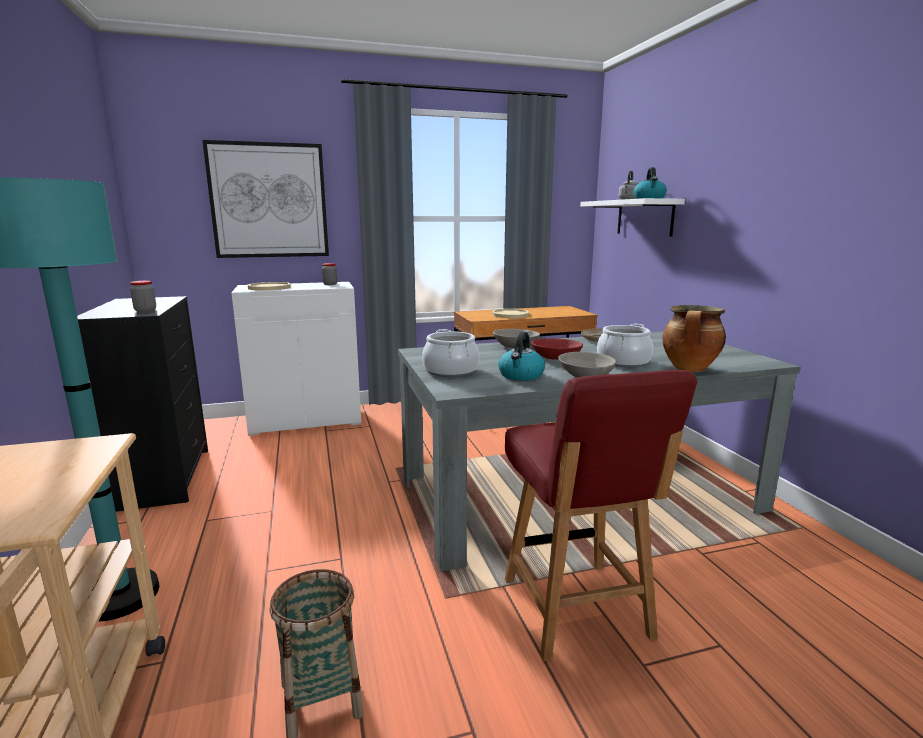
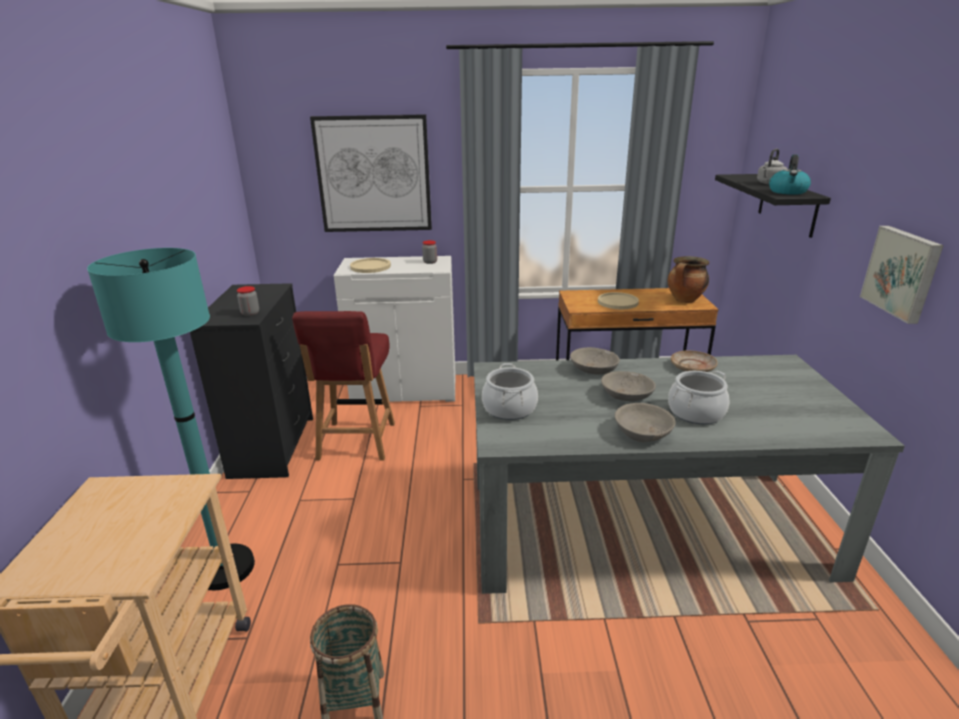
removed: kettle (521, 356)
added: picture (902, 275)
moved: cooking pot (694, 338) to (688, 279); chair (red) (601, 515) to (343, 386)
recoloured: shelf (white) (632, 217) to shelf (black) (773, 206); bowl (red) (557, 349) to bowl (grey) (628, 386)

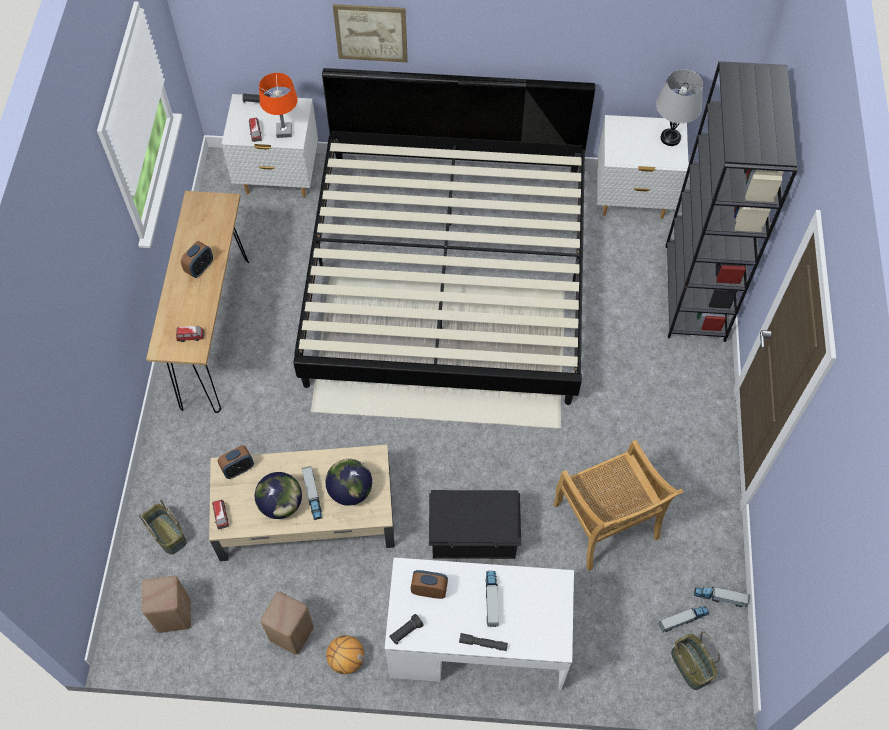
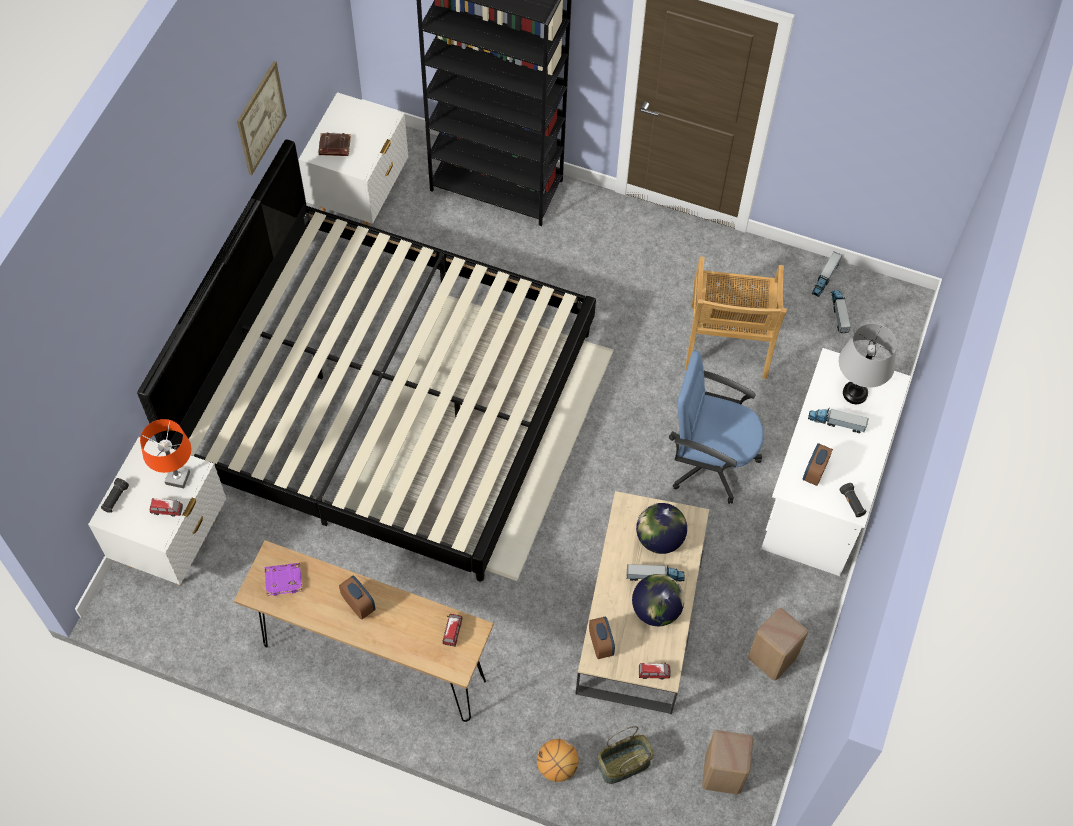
removed: basket (695, 660); flashlight (grey) (483, 642)
added: book (brown) (334, 144); book (purple) (284, 579)
moved: picture (370, 33) to (262, 118); table lamp (grey) (679, 107) to (868, 363); basketball (345, 654) to (558, 760)
replaced: storage box (black) (475, 524) to office chair (blue) (716, 427)
turned: chair (beige) (618, 505) = (736, 318) 105 degrees clockwise

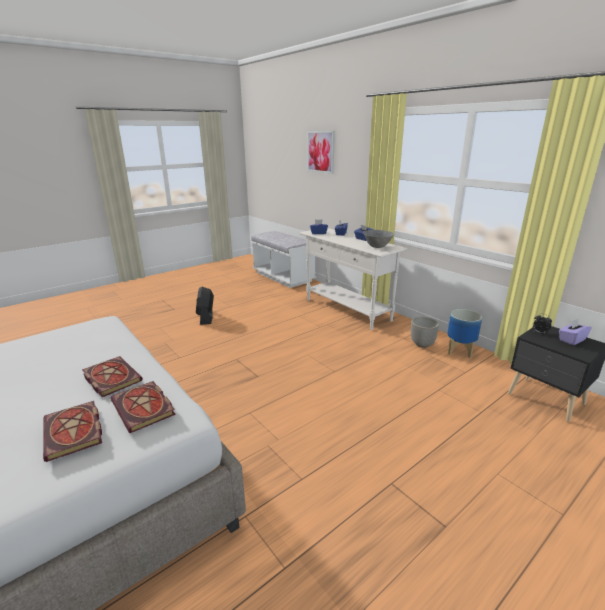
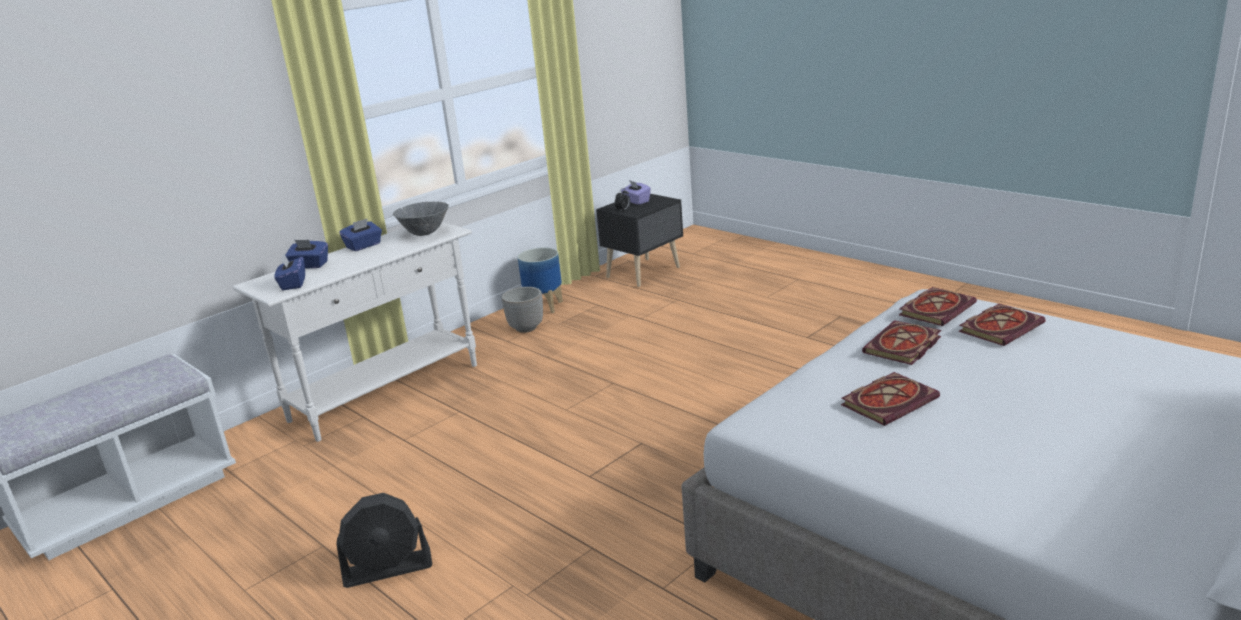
removed: picture (321, 152)
added: book (890, 399)

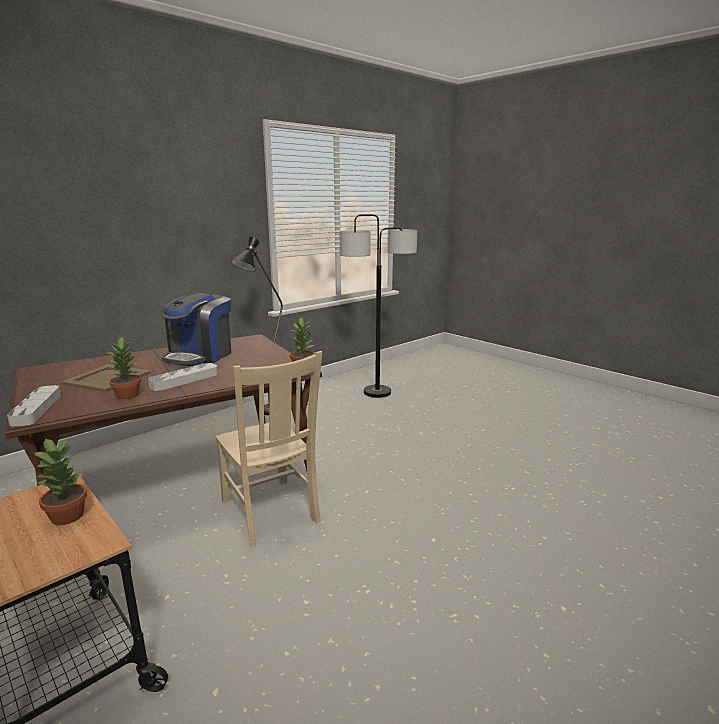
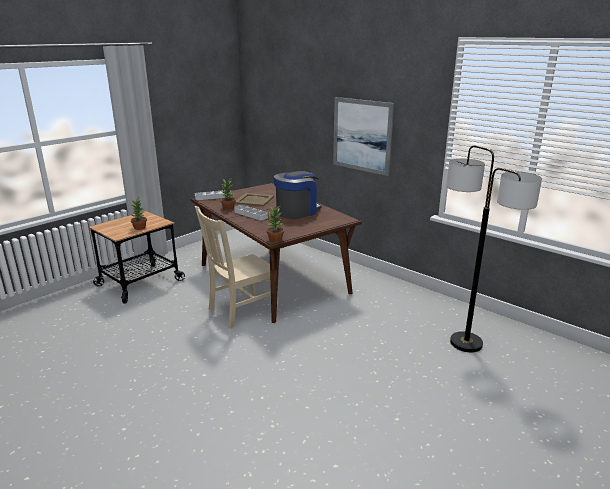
removed: floor lamp (black) (257, 326)
added: picture (363, 136)
turned: coffee machine (195, 329) = (297, 195) 120 degrees clockwise

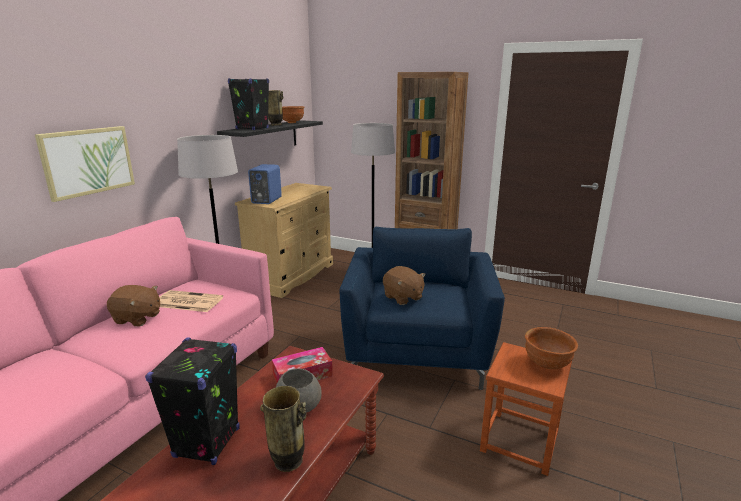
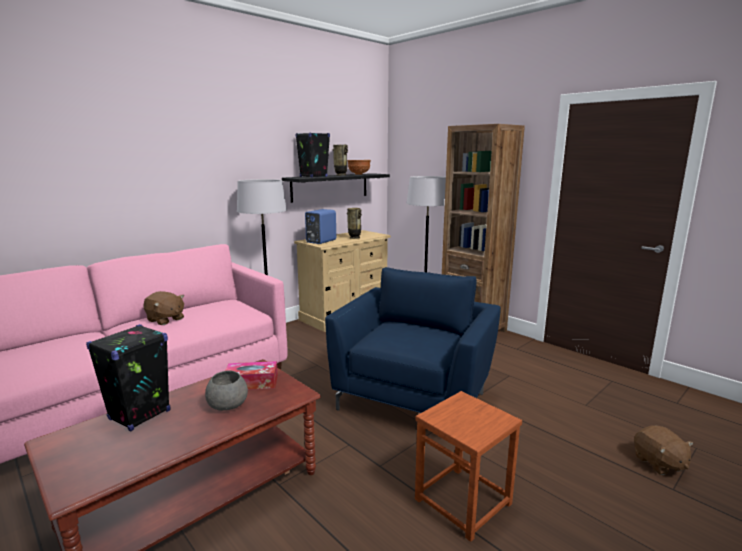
removed: picture (85, 164); newspaper (191, 301); bowl (brown) (551, 348)
moved: plush toy (brown) (404, 285) to (663, 450); vase (283, 429) to (354, 223)

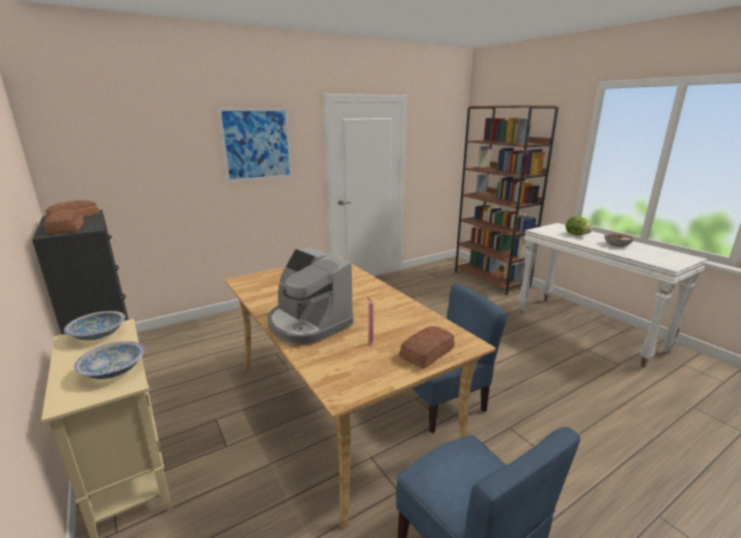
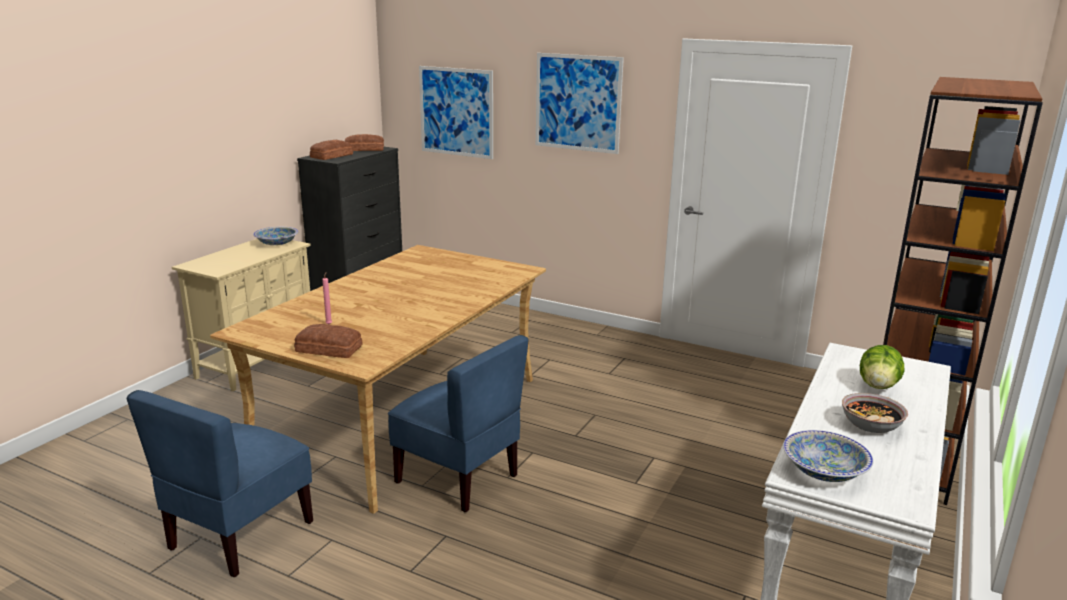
removed: coffee machine (310, 296)
added: picture (456, 112)
moved: bowl (109, 360) to (828, 456)

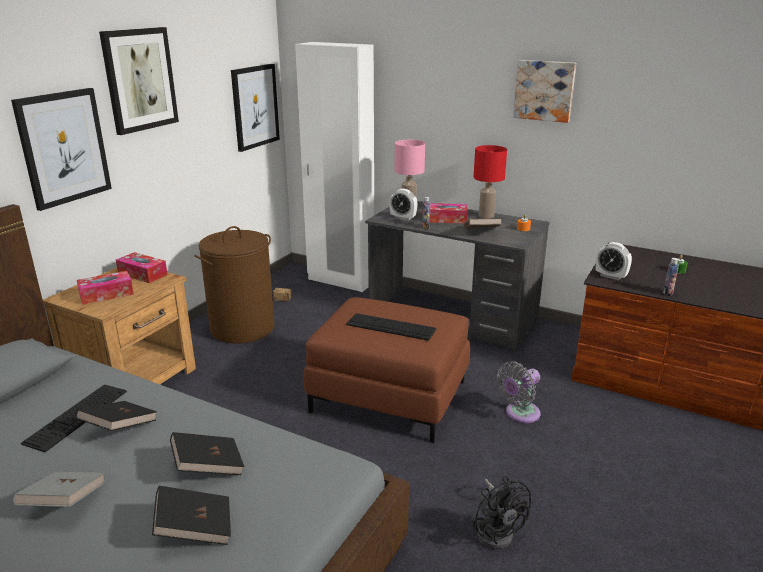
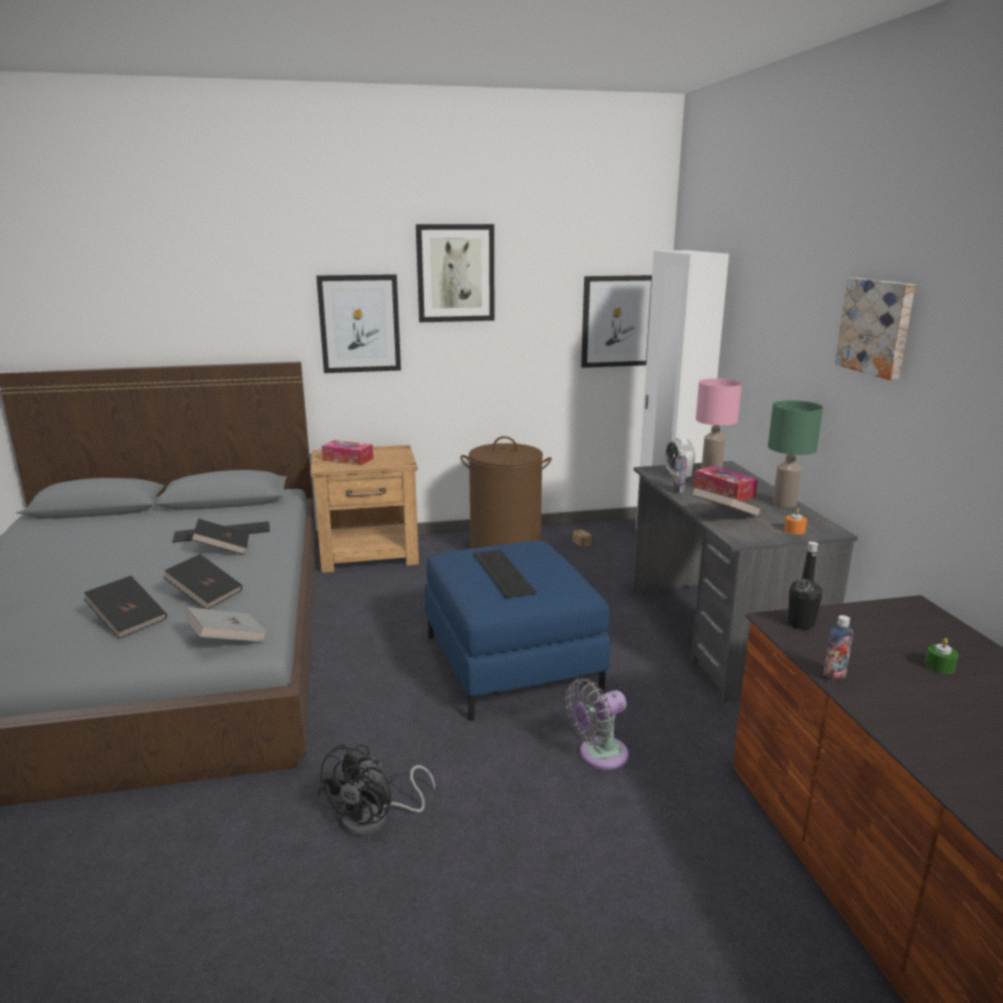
removed: tissue box (142, 267)
moved: book (grey) (59, 489) to (225, 624)
replaced: alarm clock (614, 261) to bottle (black) (805, 585)
recoloured: table lamp (red) (490, 181) to table lamp (green) (795, 454); ottoman (brown) (386, 370) to ottoman (blue) (517, 630)
turned: fan (grey) (519, 392) = (597, 724) 45 degrees counterclockwise

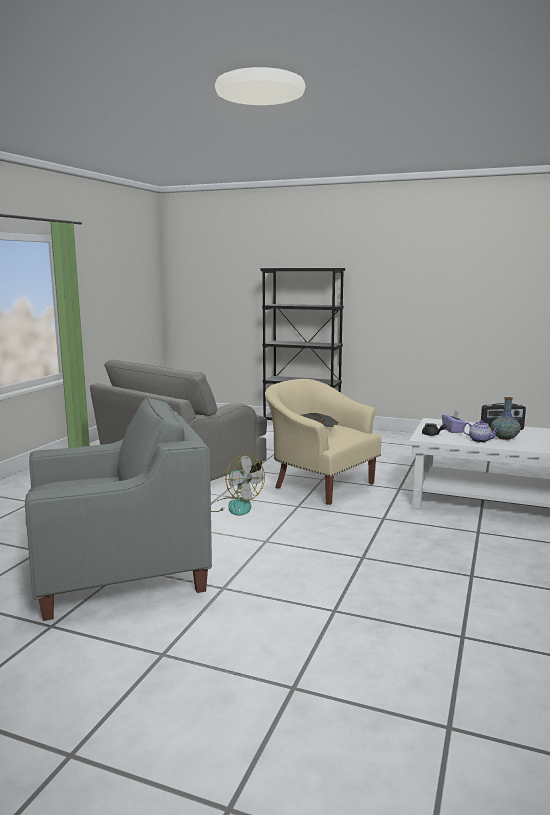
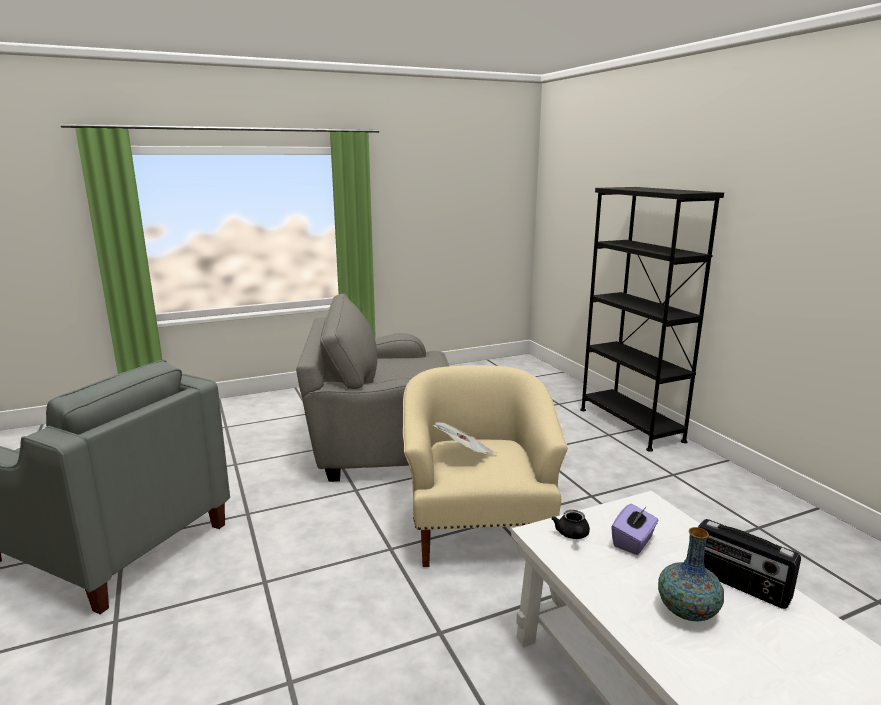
removed: teapot (481, 431); fan (238, 485)

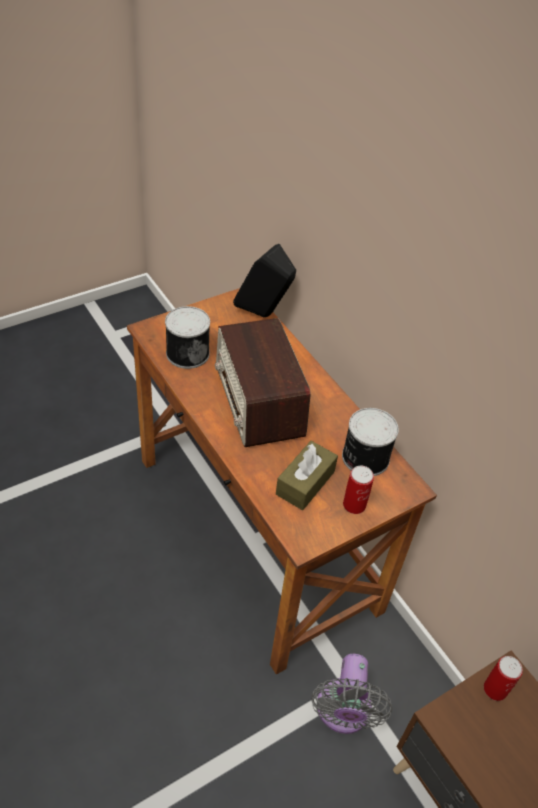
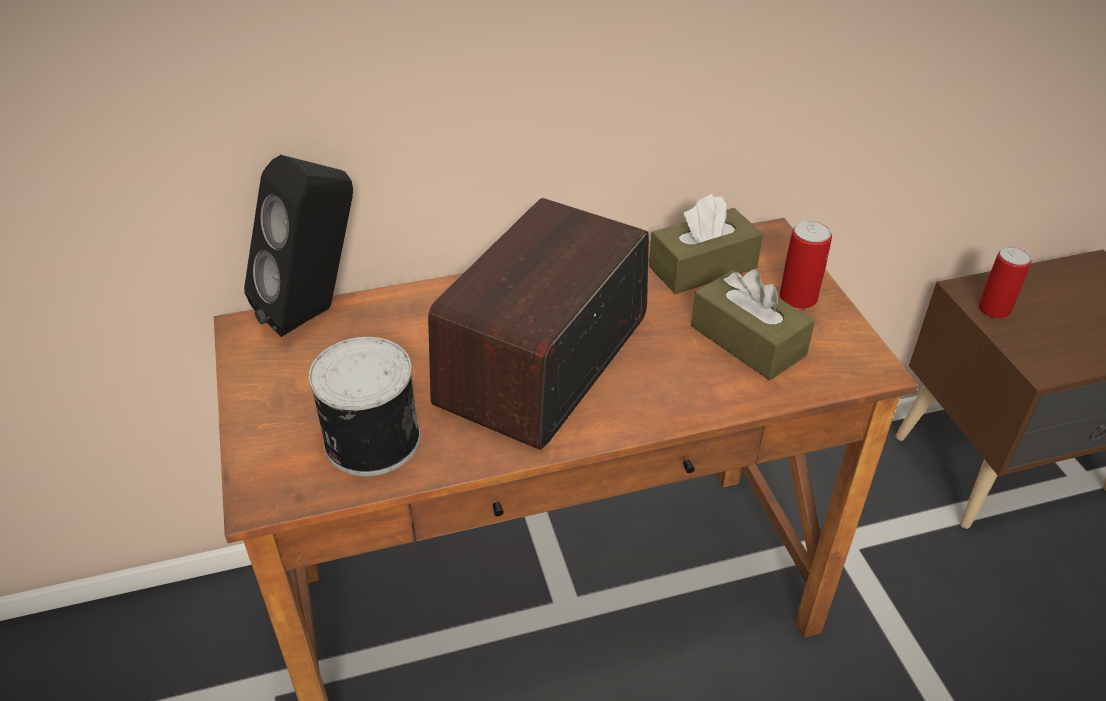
removed: fan (grey) (351, 694)
replaced: can (370, 442) to tissue box (brown) (706, 244)
turned: radio (263, 382) = (538, 324) 120 degrees clockwise

